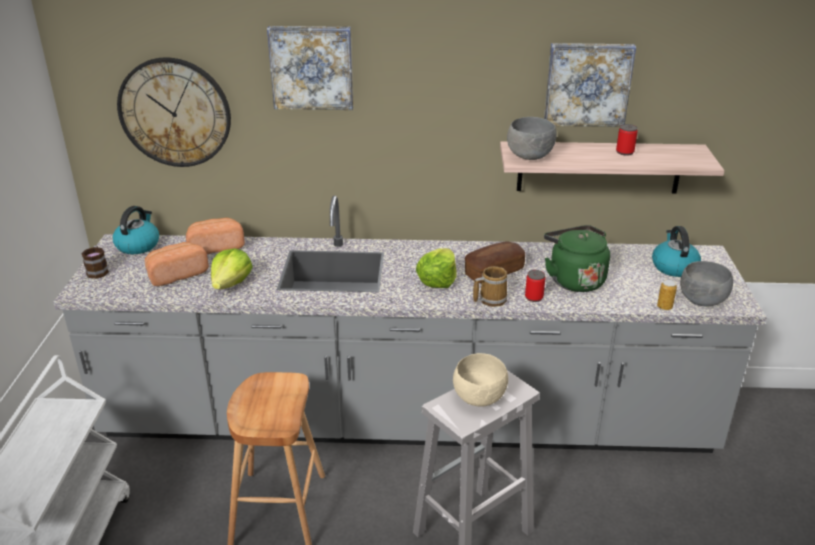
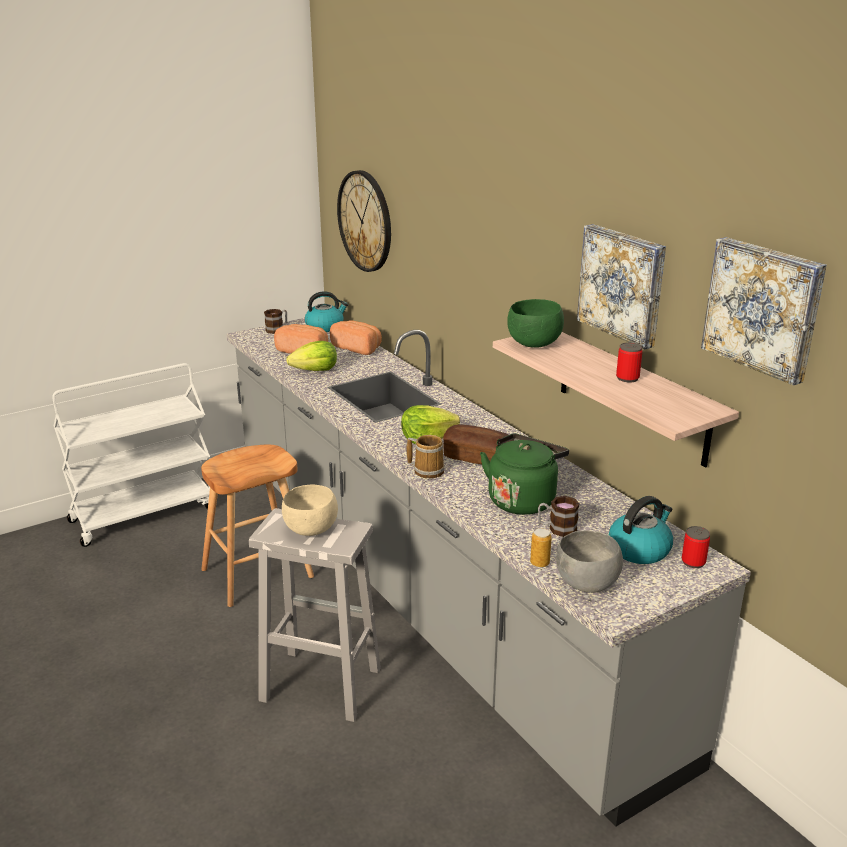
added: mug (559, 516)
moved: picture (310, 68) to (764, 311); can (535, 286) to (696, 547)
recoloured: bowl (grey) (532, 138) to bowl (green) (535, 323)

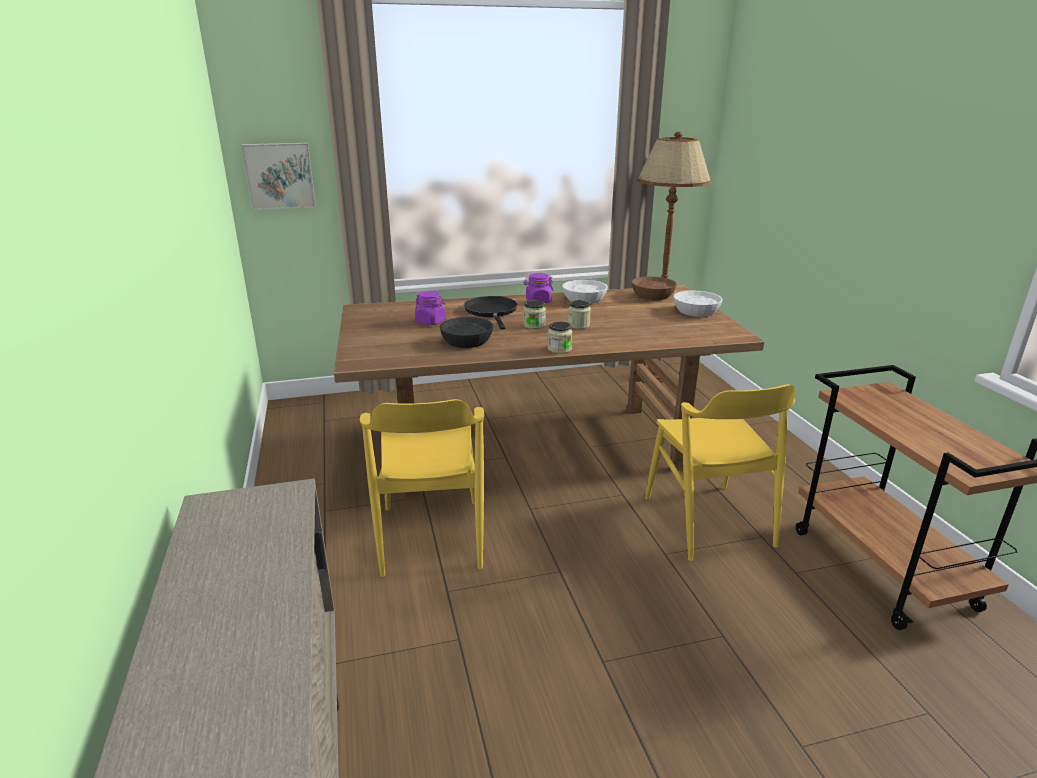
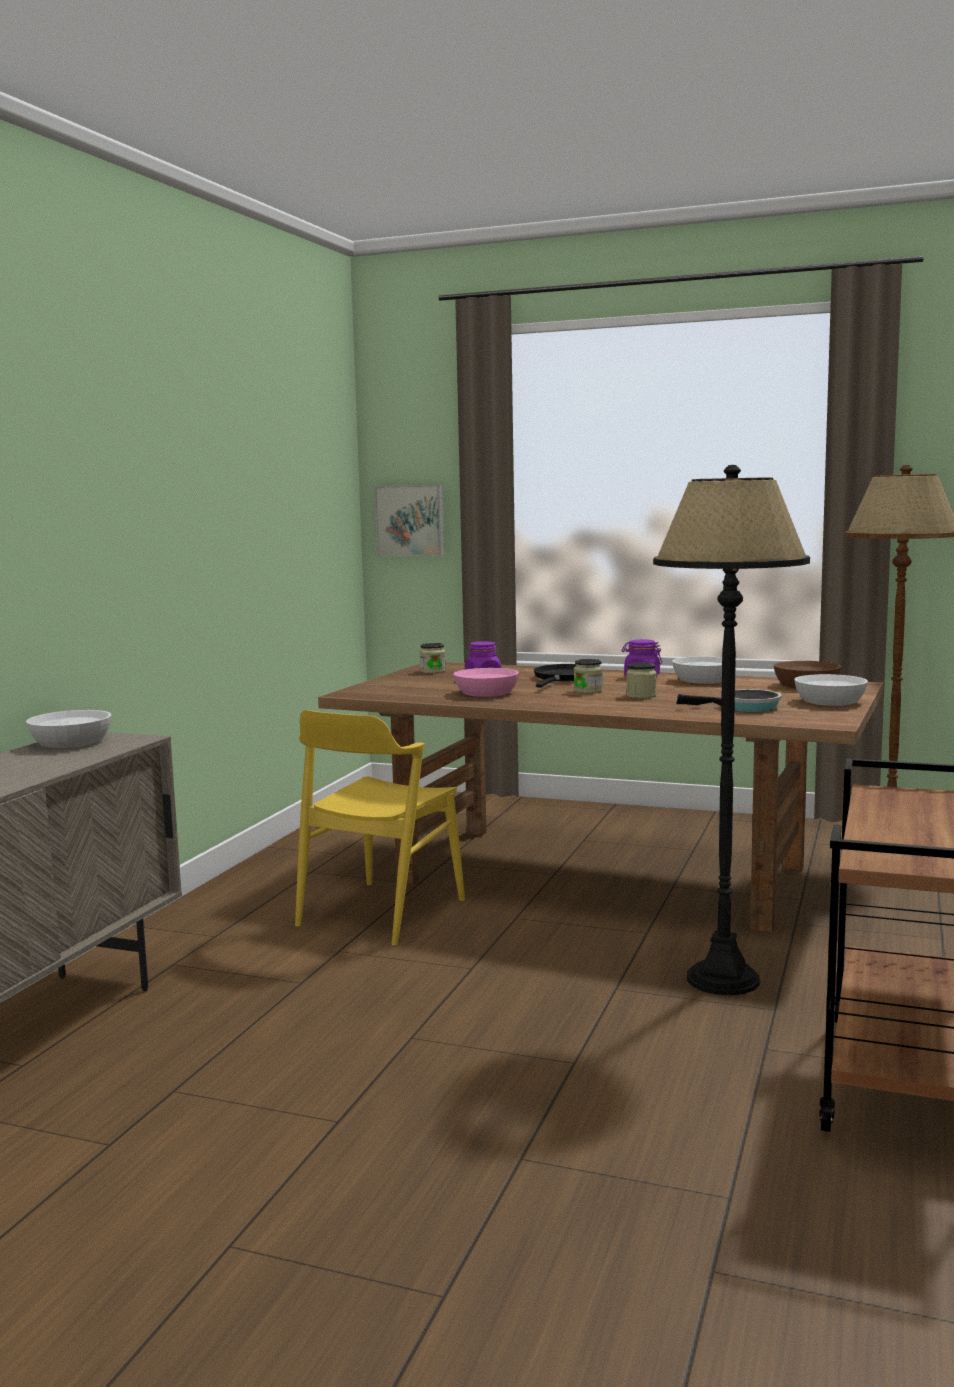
added: frying pan (729, 700); bowl (white) (68, 729)
moved: jar (559, 338) to (433, 658)
replaced: chair (yellow) (720, 472) to floor lamp (black) (731, 730)
recoloured: bowl (black) (466, 332) to bowl (pink) (486, 682)

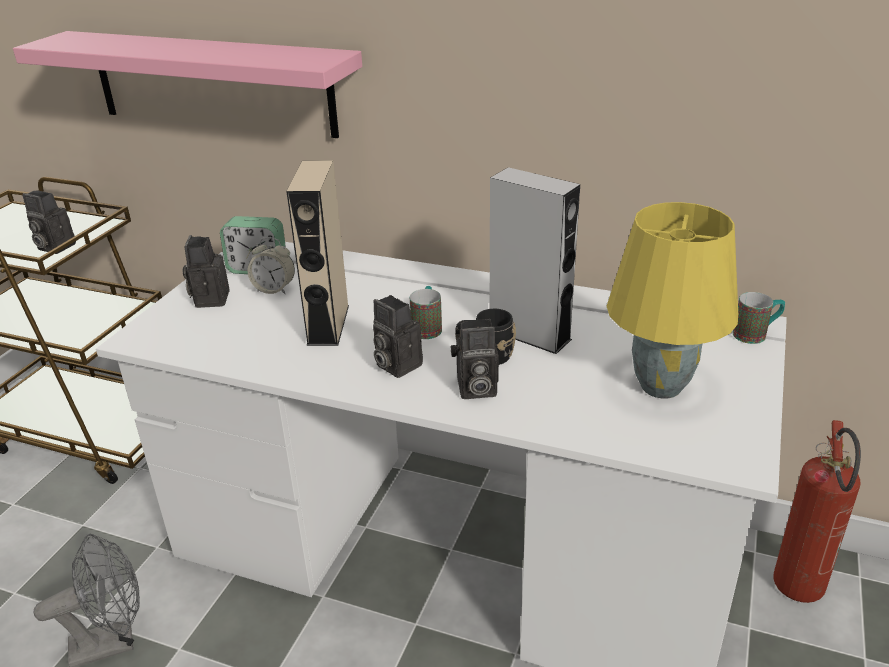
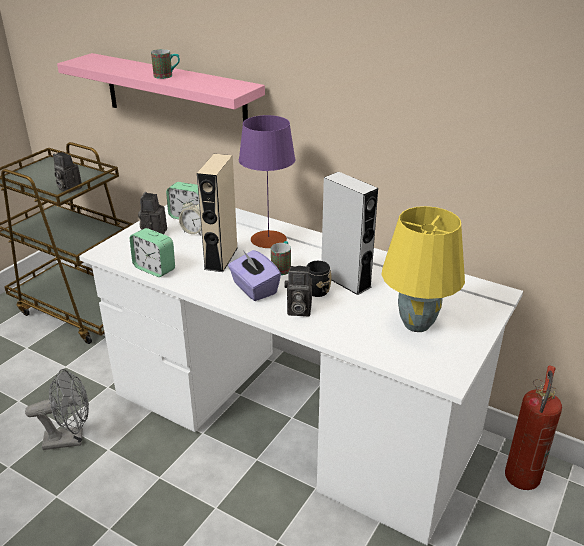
added: table lamp (purple) (267, 181); alarm clock (152, 252)
moved: mug (759, 318) to (165, 64)
replaced: photo camera (398, 336) to tissue box (purple) (254, 275)

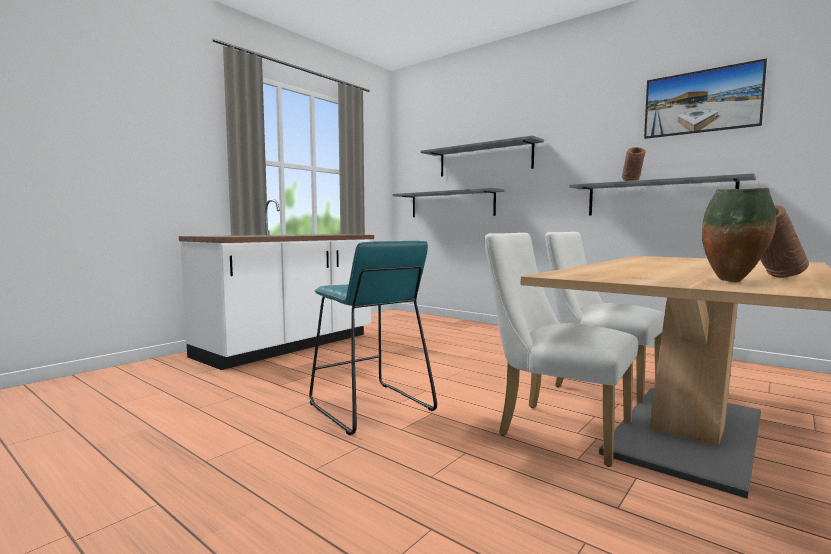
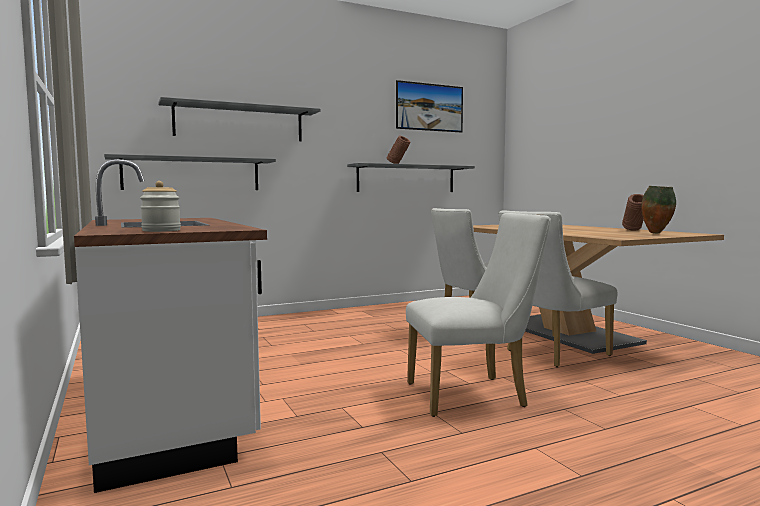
added: jar (160, 206)
replaced: stool (turquoise) (373, 338) to chair (white) (478, 315)

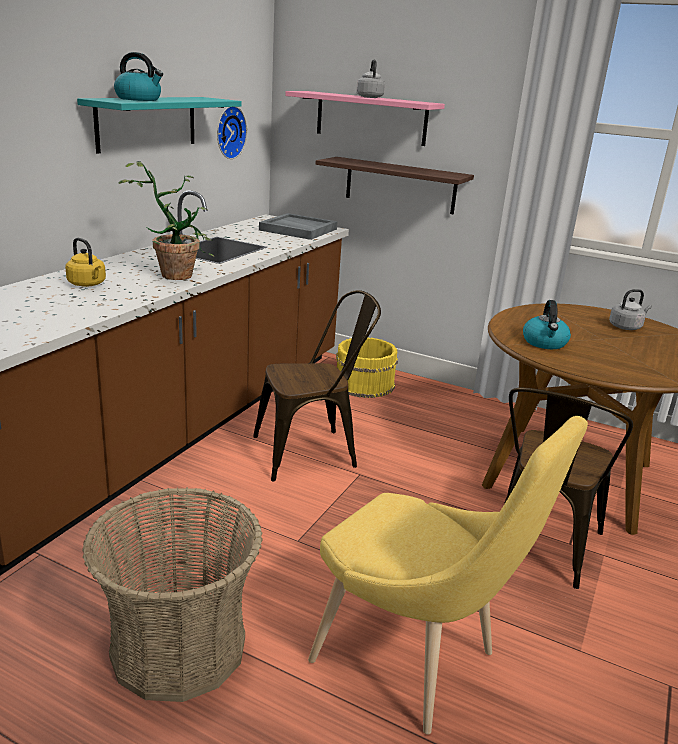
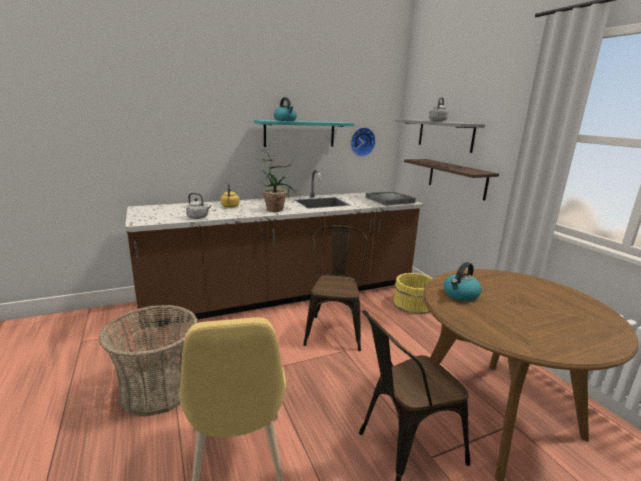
moved: kettle (grey) (630, 309) to (198, 206)
recoloured: shelf (pink) (365, 118) to shelf (grey) (440, 136)
turned: chair (brown) (317, 385) = (335, 288) 105 degrees counterclockwise

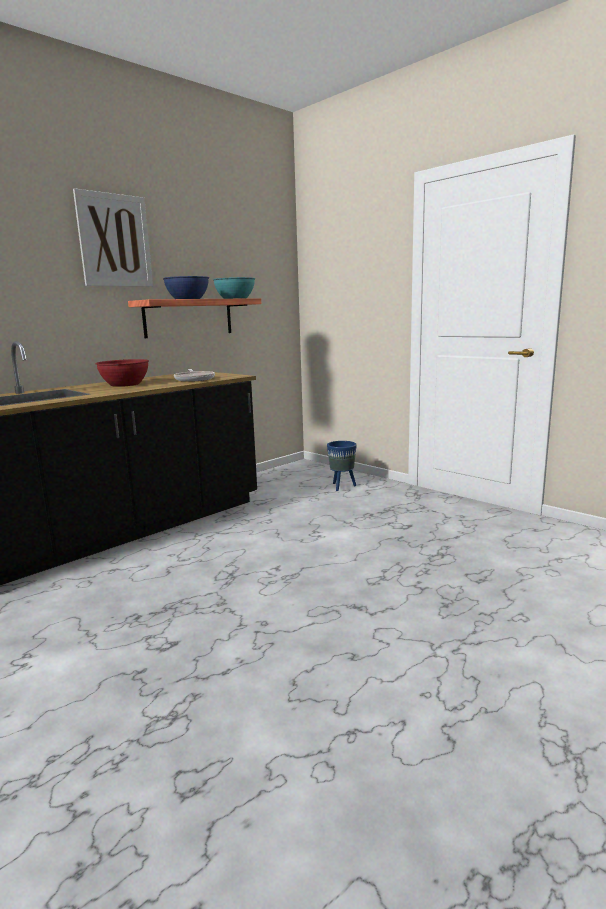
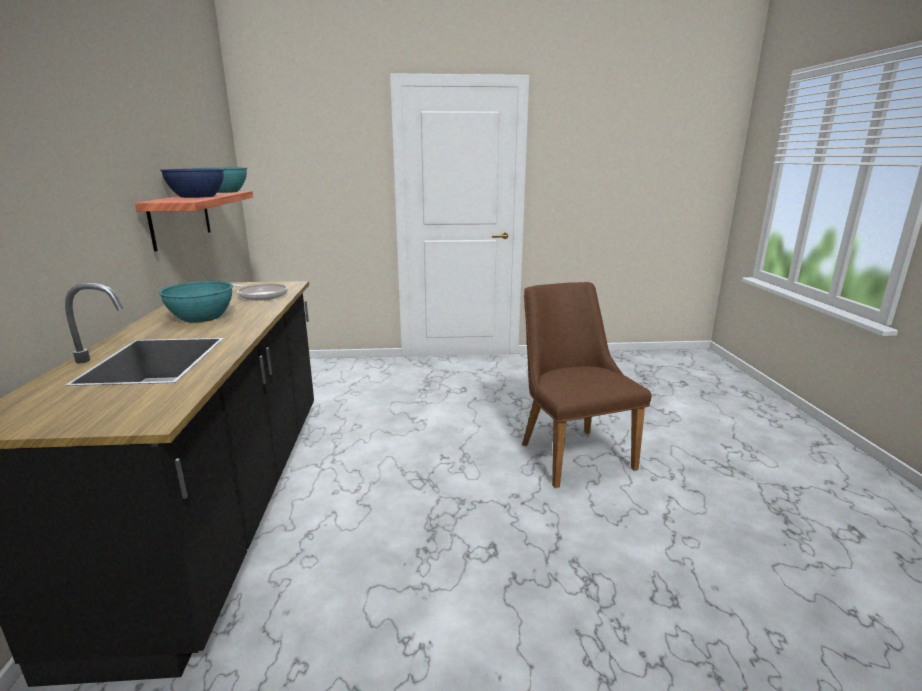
removed: picture (113, 237); planter (blue) (342, 466)
added: chair (brown) (587, 385)
recoloured: bowl (red) (122, 373) to bowl (turquoise) (196, 302)

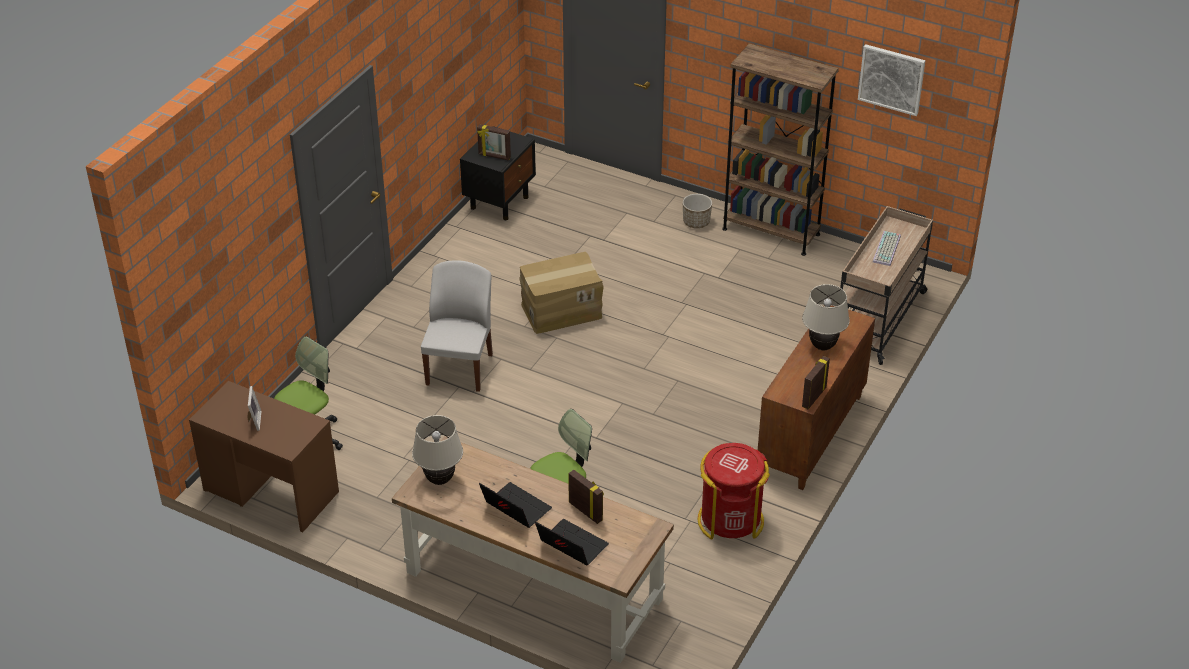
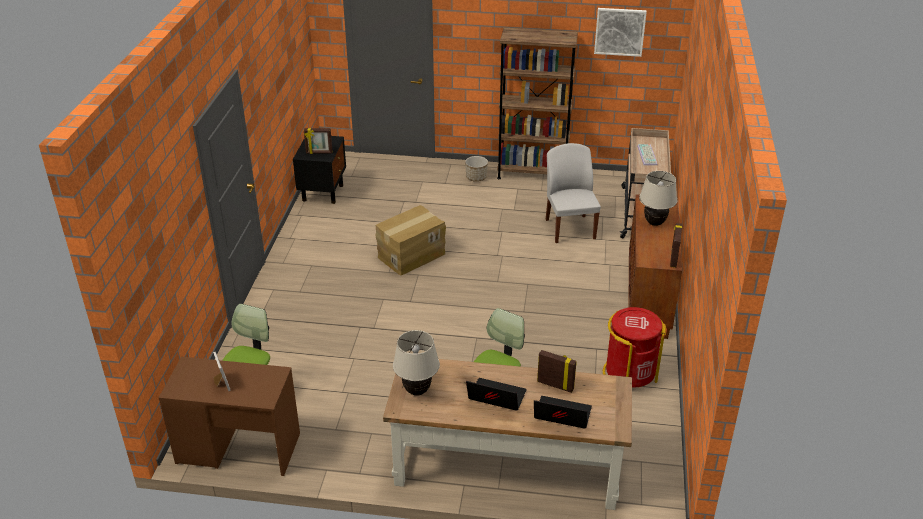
moved: chair (white) (457, 326) to (573, 193)

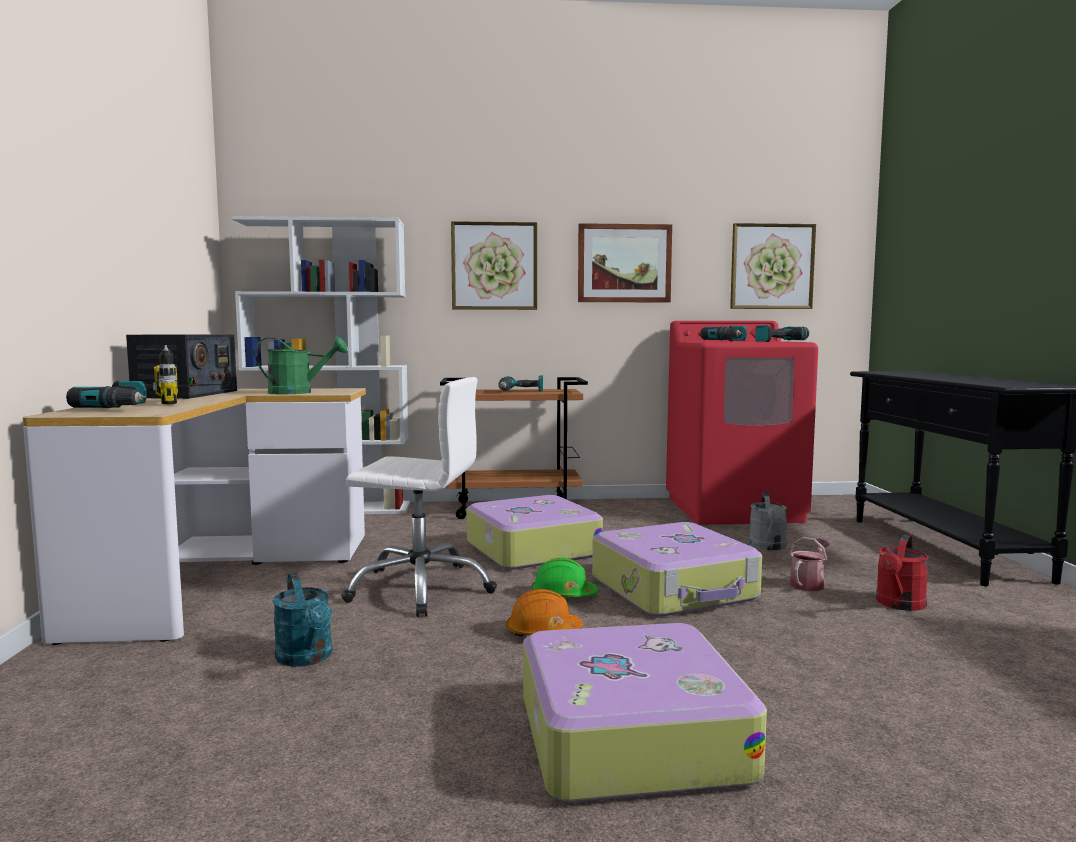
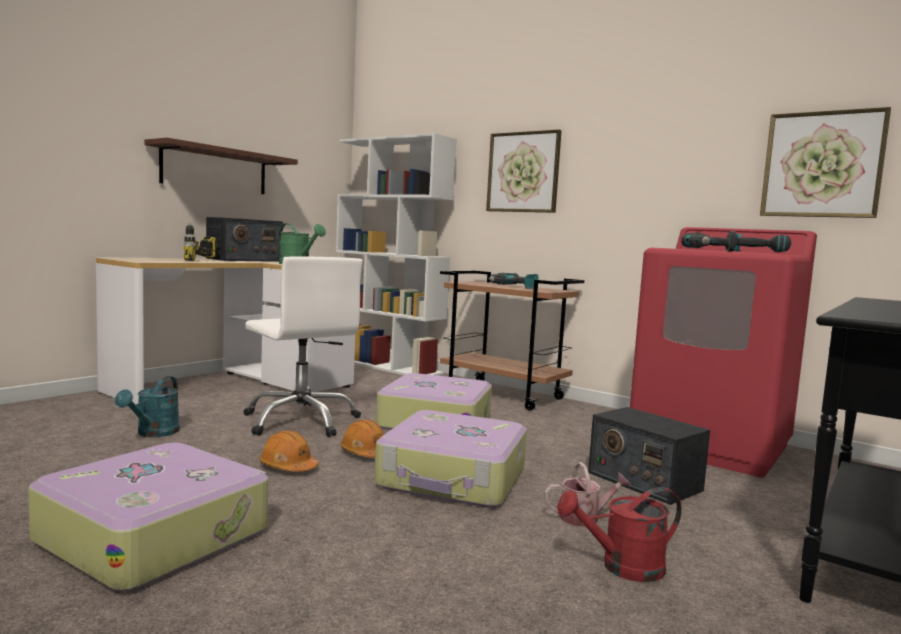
removed: picture (625, 262); power drill (106, 394)
added: shelf (221, 166)
replaced: watering can (grey) (768, 521) to radio (649, 456)
recoloured: hard hat (green) (565, 577) to hard hat (orange) (362, 438)

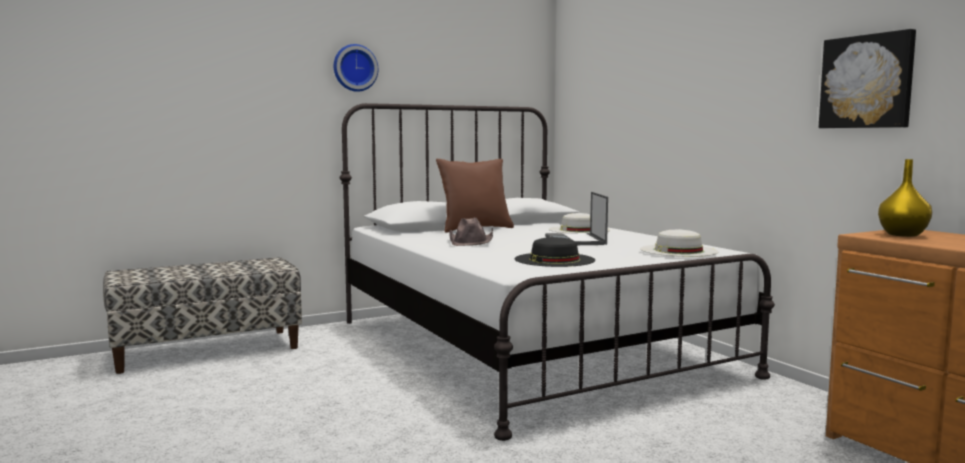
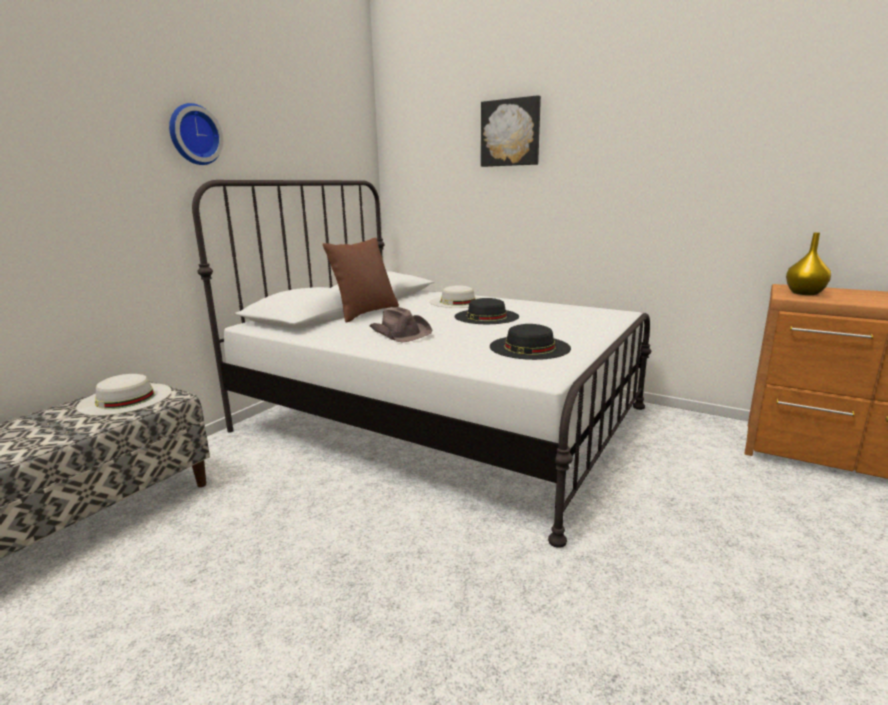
moved: picture (867, 78) to (511, 131); hat (white) (679, 243) to (124, 395)
replaced: laptop (576, 218) to hat (black) (487, 311)

